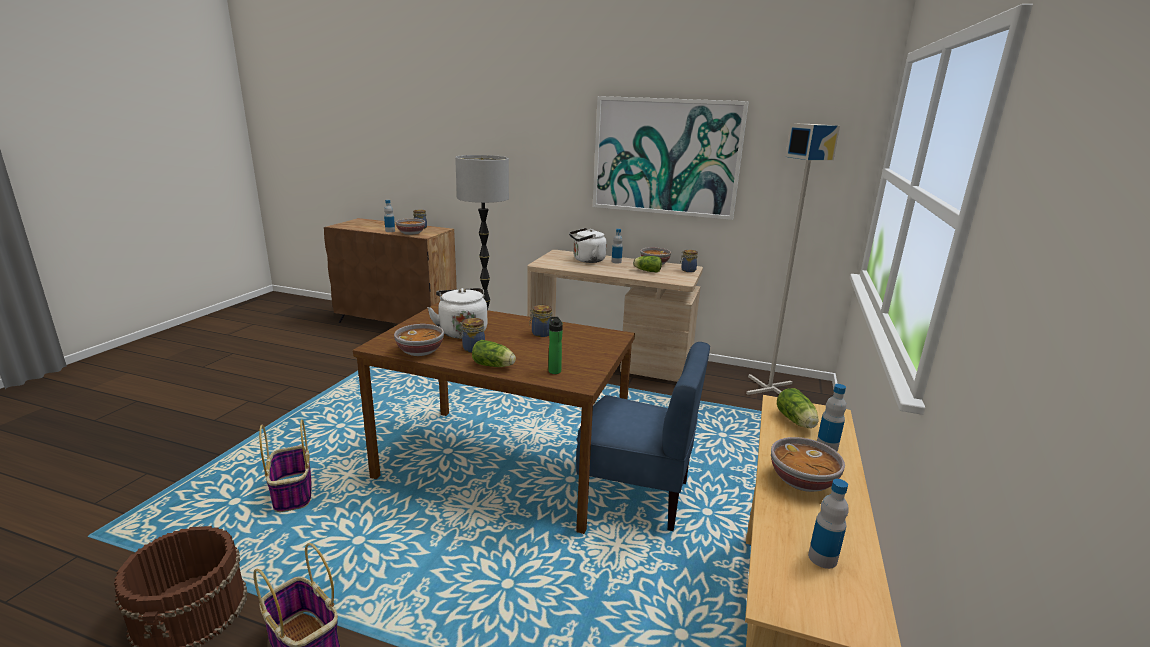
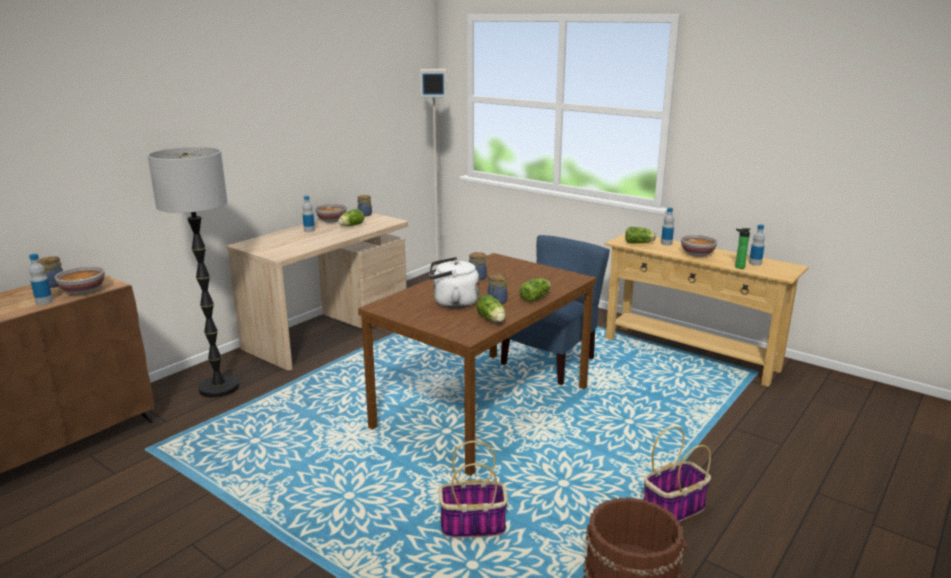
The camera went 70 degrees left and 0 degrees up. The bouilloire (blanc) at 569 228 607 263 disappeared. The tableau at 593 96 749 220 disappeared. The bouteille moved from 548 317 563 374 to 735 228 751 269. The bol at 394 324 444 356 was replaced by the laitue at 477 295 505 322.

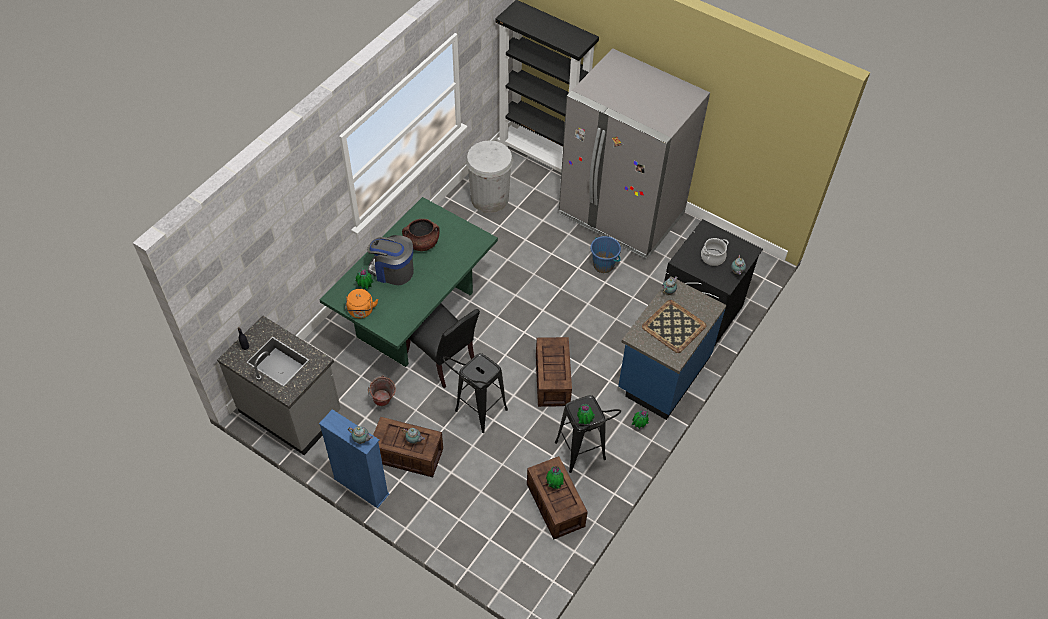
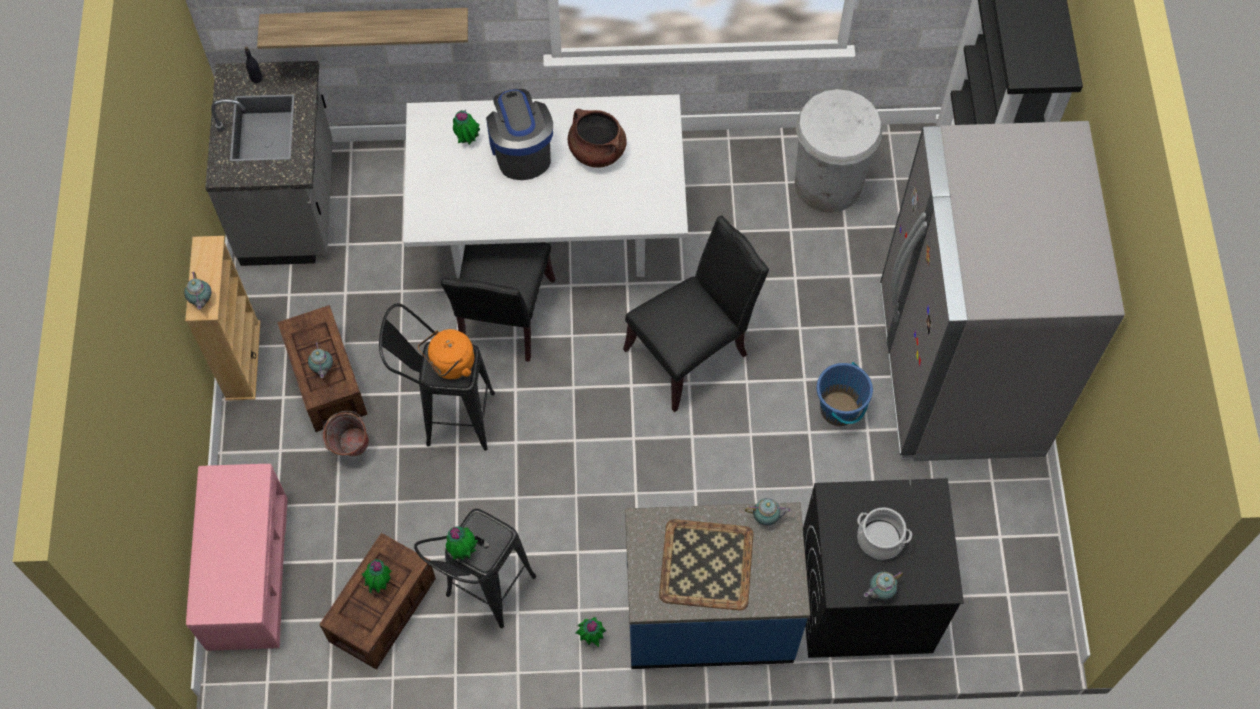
The camera went 55 degrees right and 10 degrees up. The caisse at 536 337 572 407 disappeared. The banc (rose) at 186 464 288 651 appeared. The étagère at 257 8 468 49 appeared. The chaise (noir) at 623 216 769 412 appeared. The bouilloire (orange) moved from 345 289 378 318 to 418 329 474 379. The seau moved from 368 376 396 406 to 321 411 369 456. The table à manger (vert) at 319 197 498 367 became the table à manger (blanc) at 403 94 688 278. The bibliothèque (bleu) at 319 409 390 508 became the bibliothèque (beige) at 185 236 261 401.

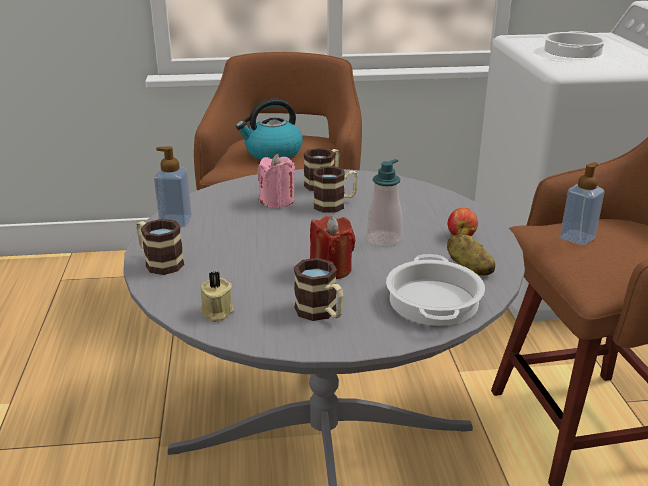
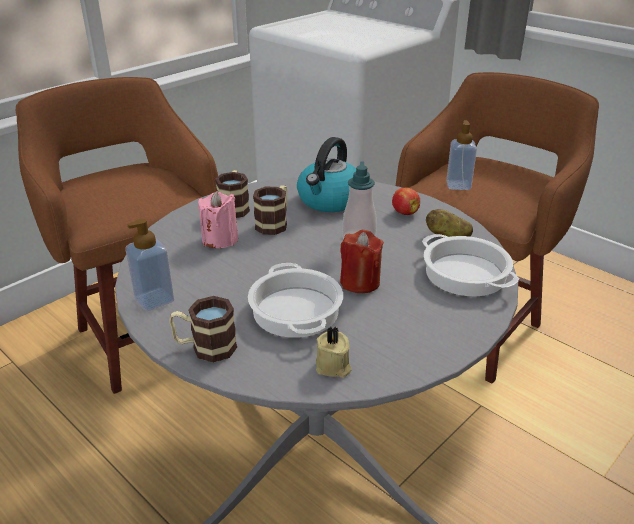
The camera went 40 degrees left and 5 degrees up. The mug at 294 258 343 321 disappeared. The bouilloire moved from 236 98 303 160 to 297 137 356 212. The marmite moved from 543 31 607 58 to 248 263 343 338.

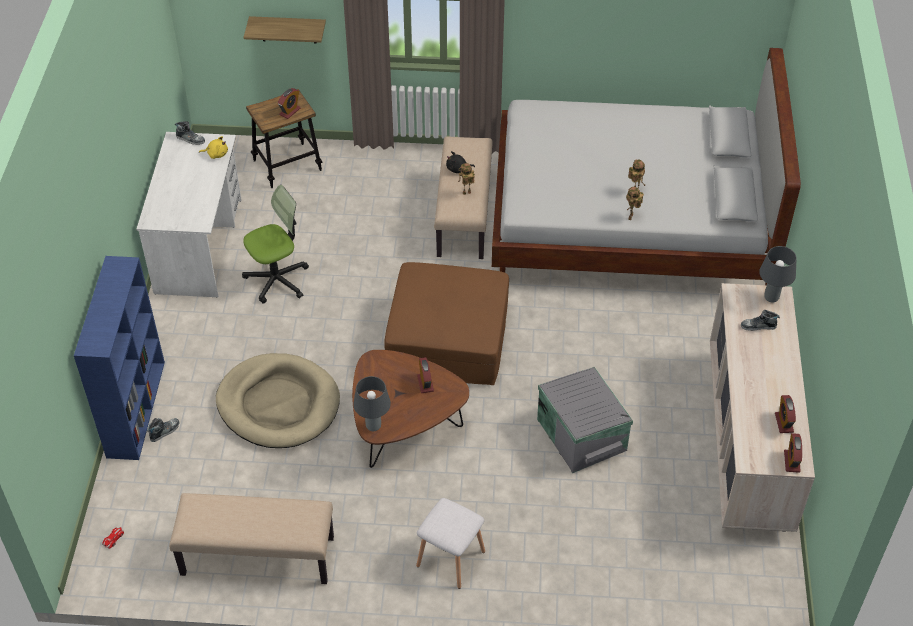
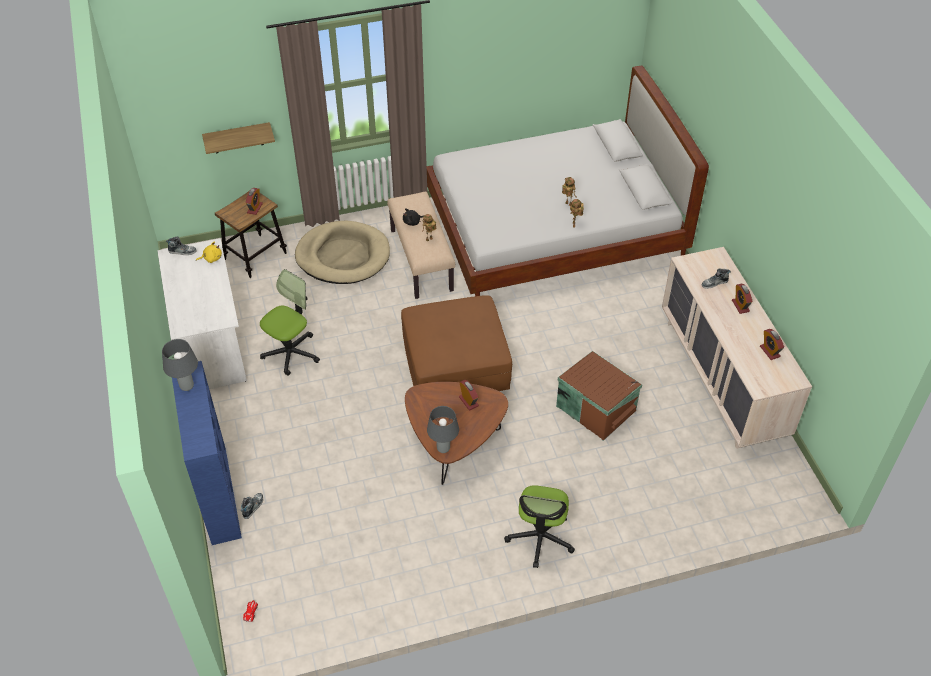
The camera went 20 degrees left and 0 degrees up. The banc (beige) at 169 493 334 584 disappeared. The panier pour chien (beige) moved from 216 353 340 448 to 295 220 390 284. The lampe de table (gris) moved from 759 246 797 303 to 162 339 198 391. The réveil moved from 784 433 802 473 to 732 284 752 314. The tabouret (blanc) at 416 498 485 589 was replaced by the chaise de bureau at 504 485 575 568. The boîte de rangement (gris) at 537 367 633 473 became the boîte de rangement (marron) at 556 351 642 441.

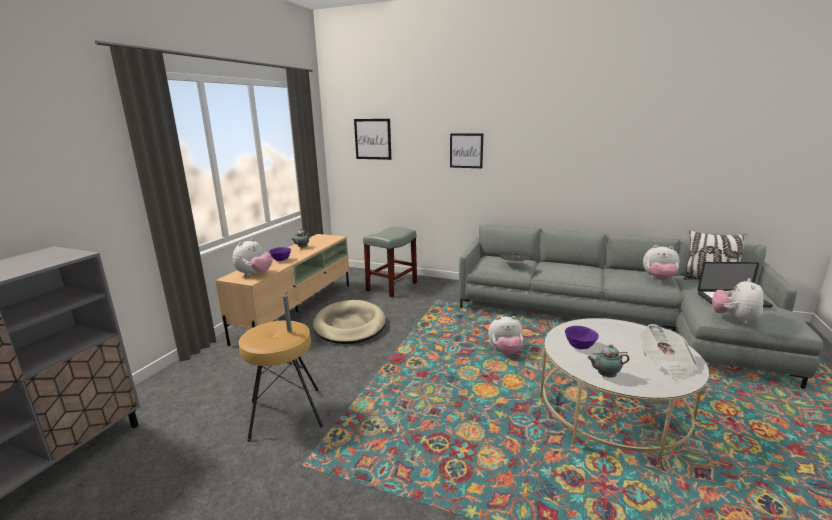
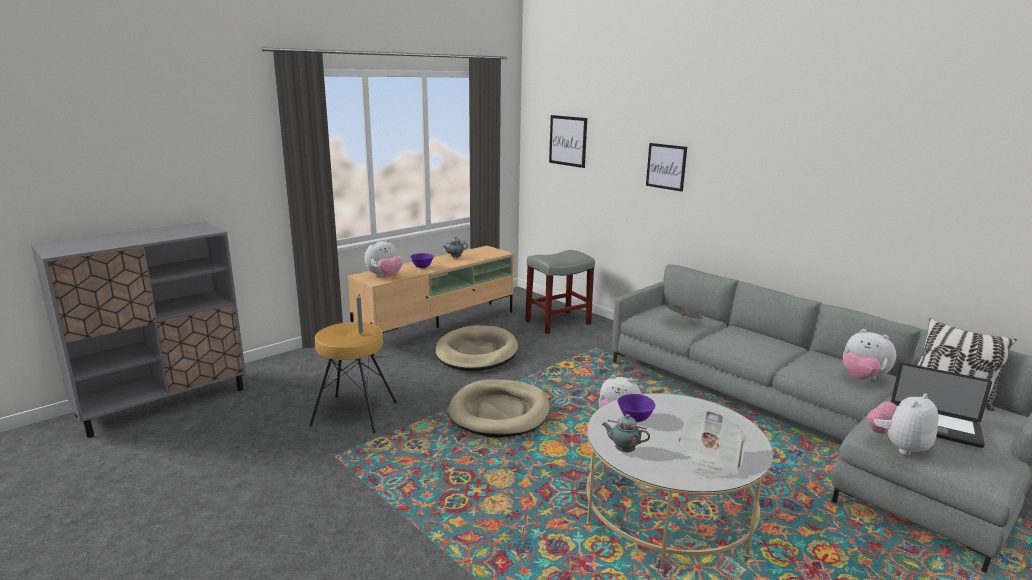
The camera went 25 degrees right and 0 degrees up. The panier pour chien (beige) at 448 380 550 438 appeared.

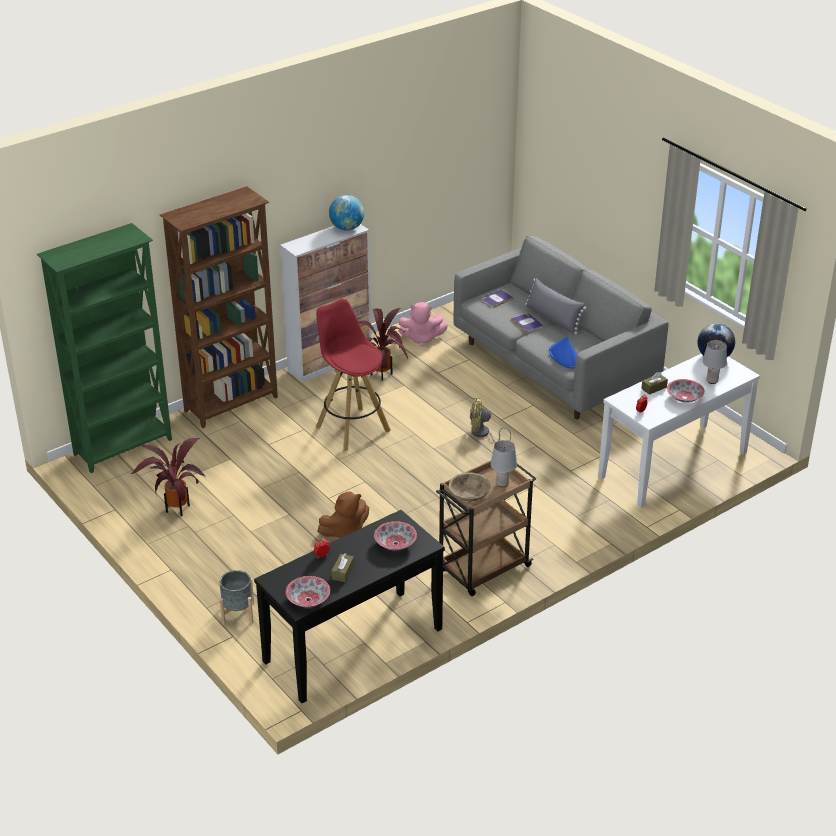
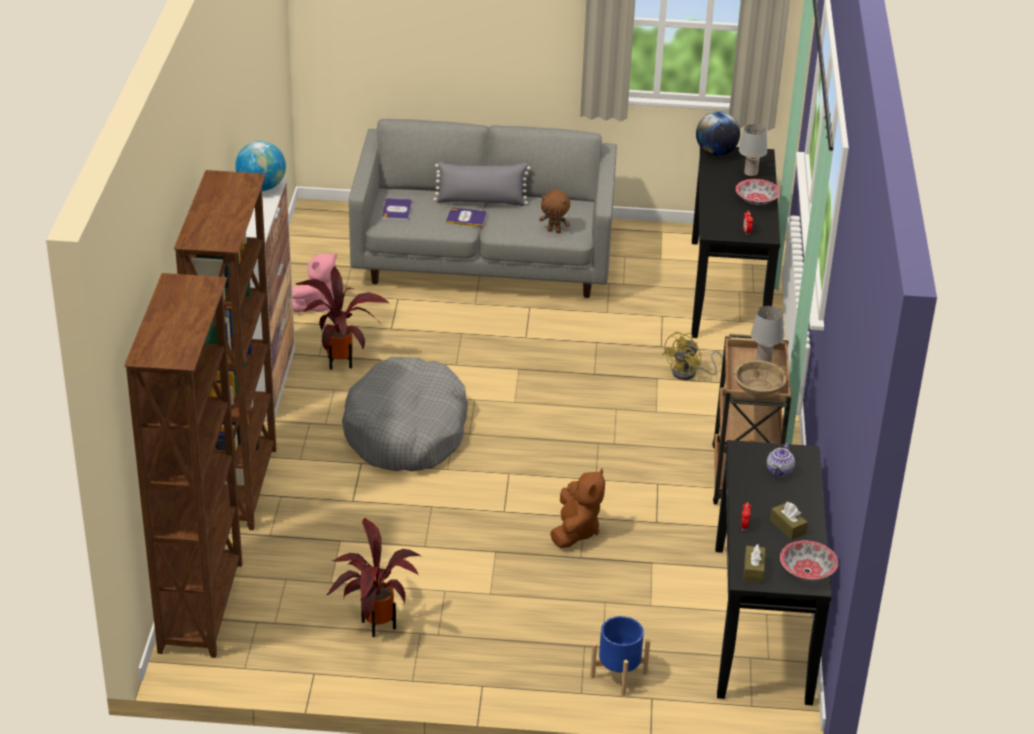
The camera went 50 degrees left and 0 degrees up. The ventilateur (jaune) moved from 470 398 511 443 to 662 331 723 380. The boîte à mouchoirs (marron) moved from 641 372 668 395 to 743 544 765 583. The tabouret (rouge) at 316 299 391 451 was replaced by the panier pour chien (gris) at 342 357 468 472. The bol at 374 521 417 550 was replaced by the théière at 767 443 795 477. The chapeau (bleu) at 549 337 577 369 was replaced by the peluche (marron) at 539 190 570 233. The bibliothèque (vert) at 37 223 172 473 became the bibliothèque (marron) at 124 273 242 658. The cache-pot (gris) at 220 570 254 625 became the cache-pot (bleu) at 590 616 650 696. The table console (blanc) at 598 354 760 508 became the table console (noir) at 691 147 780 338.

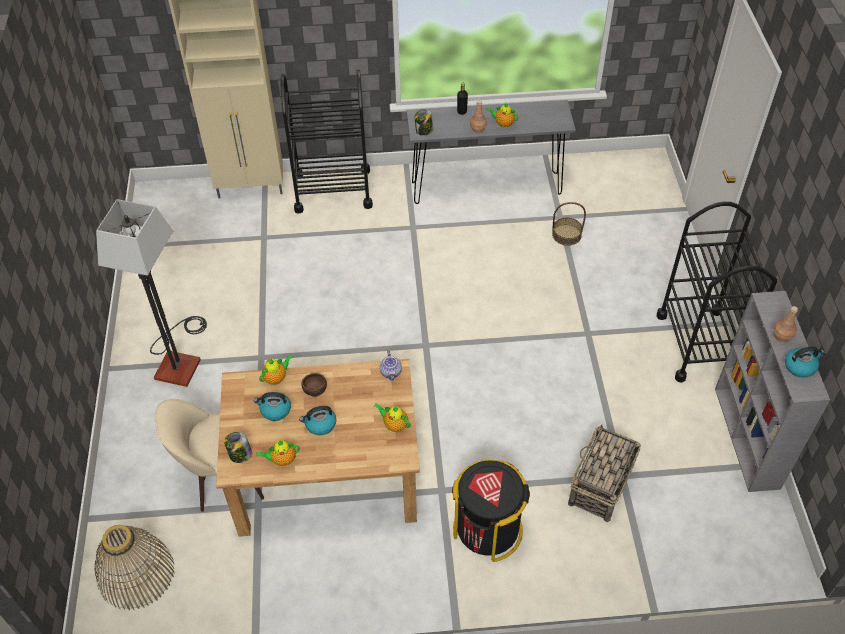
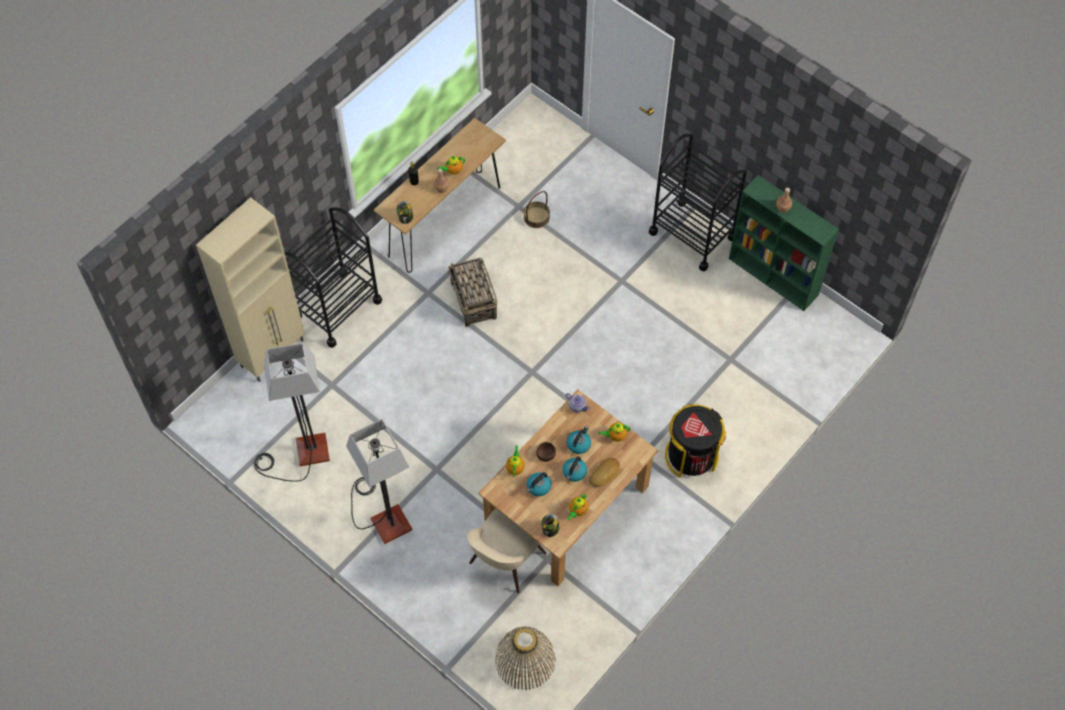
The camera went 45 degrees left and 10 degrees up. The lampadaire at 254 343 330 482 appeared. The pain at 589 458 620 487 appeared. The panier moved from 568 425 641 522 to 448 257 497 327. The bouilloire moved from 785 346 825 378 to 567 426 591 454. The table console (gris) at 407 100 576 204 became the table console (marron) at 374 118 506 273. The bibliothèque (gris) at 715 291 830 492 became the bibliothèque (vert) at 729 175 839 311.

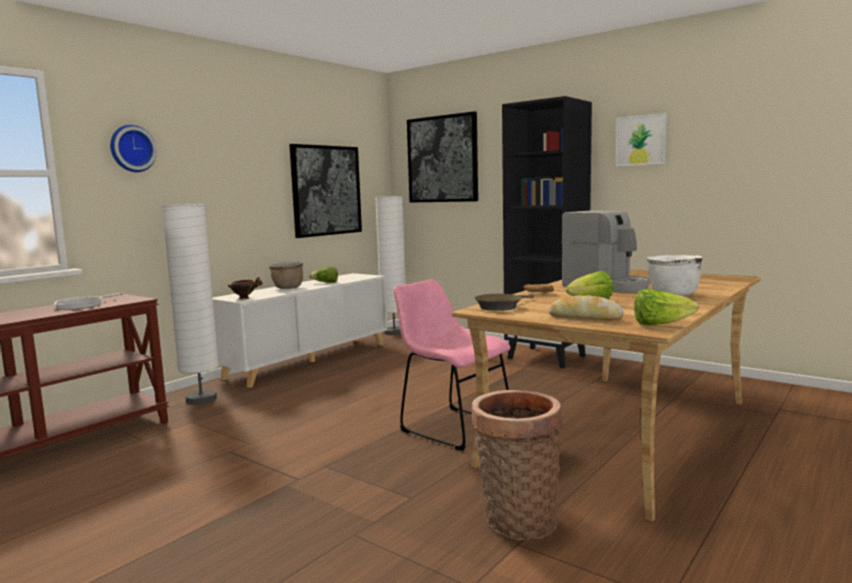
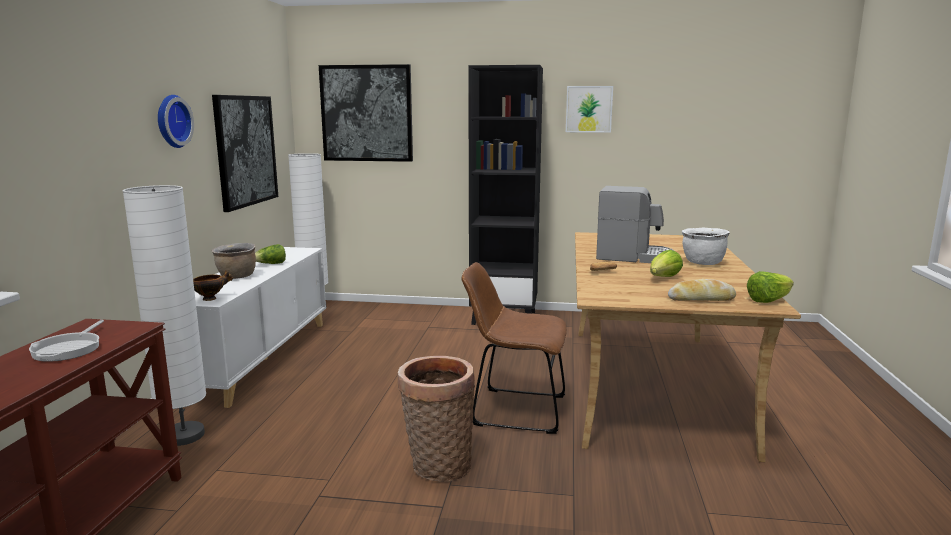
The camera went 30 degrees left and 5 degrees up. The poêle (marron) at 474 294 534 311 disappeared. The horloge murale moved from 110 125 157 172 to 158 95 194 148. The panier moved from 472 390 562 540 to 398 356 475 482. The chaise (rose) at 393 279 511 451 became the chaise (marron) at 461 262 567 434.

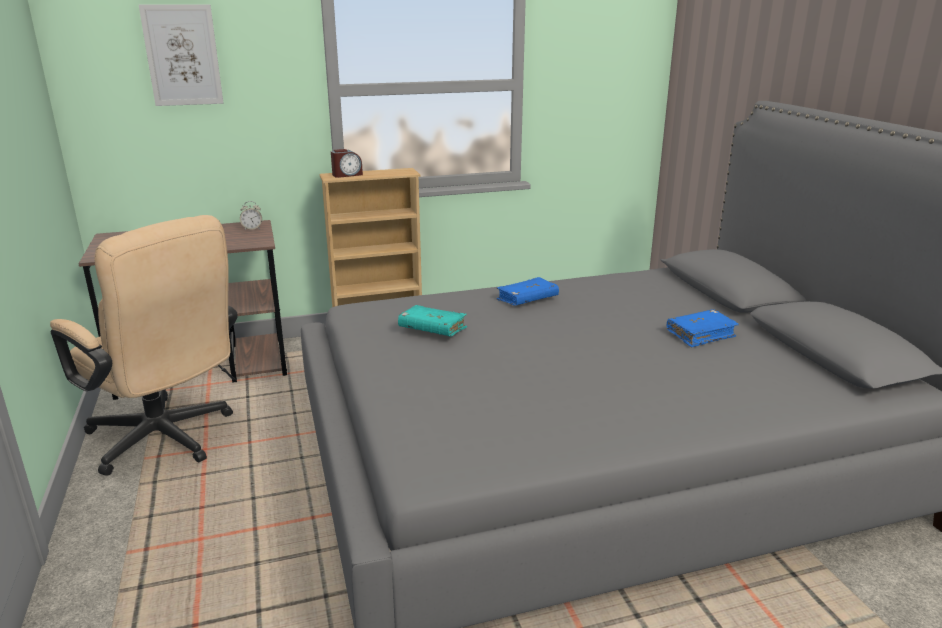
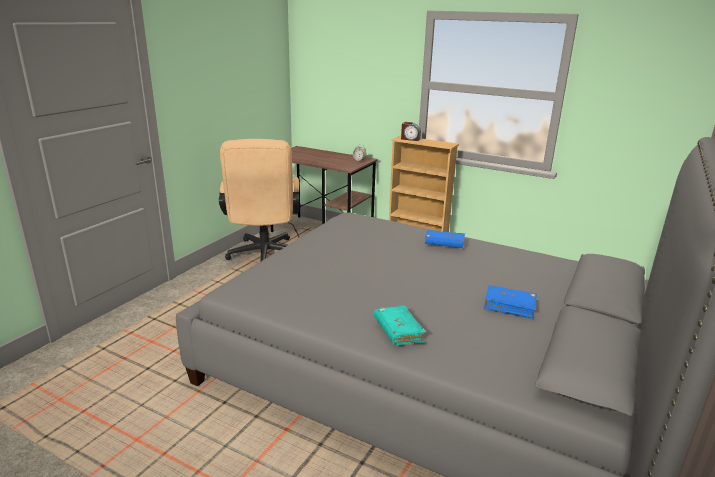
The camera went 45 degrees right and 0 degrees up. The tableau at 139 4 223 106 disappeared. The livre (turquoise) moved from 398 305 467 336 to 374 306 427 345.

